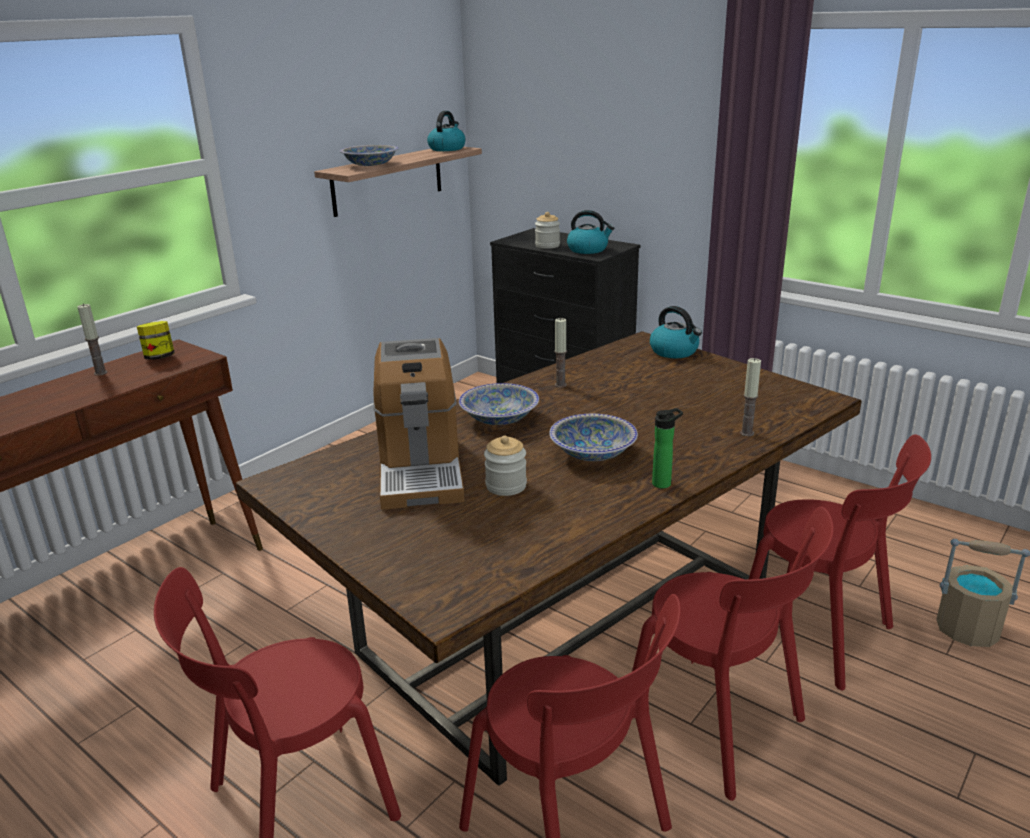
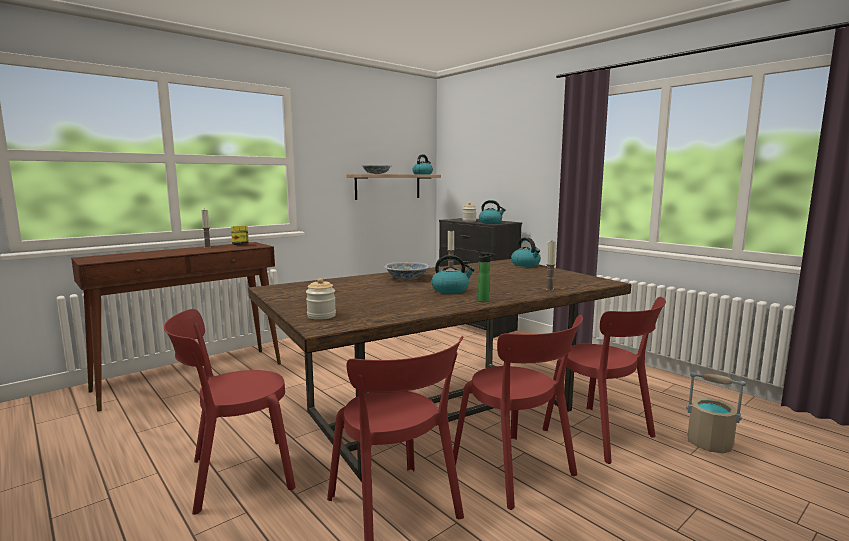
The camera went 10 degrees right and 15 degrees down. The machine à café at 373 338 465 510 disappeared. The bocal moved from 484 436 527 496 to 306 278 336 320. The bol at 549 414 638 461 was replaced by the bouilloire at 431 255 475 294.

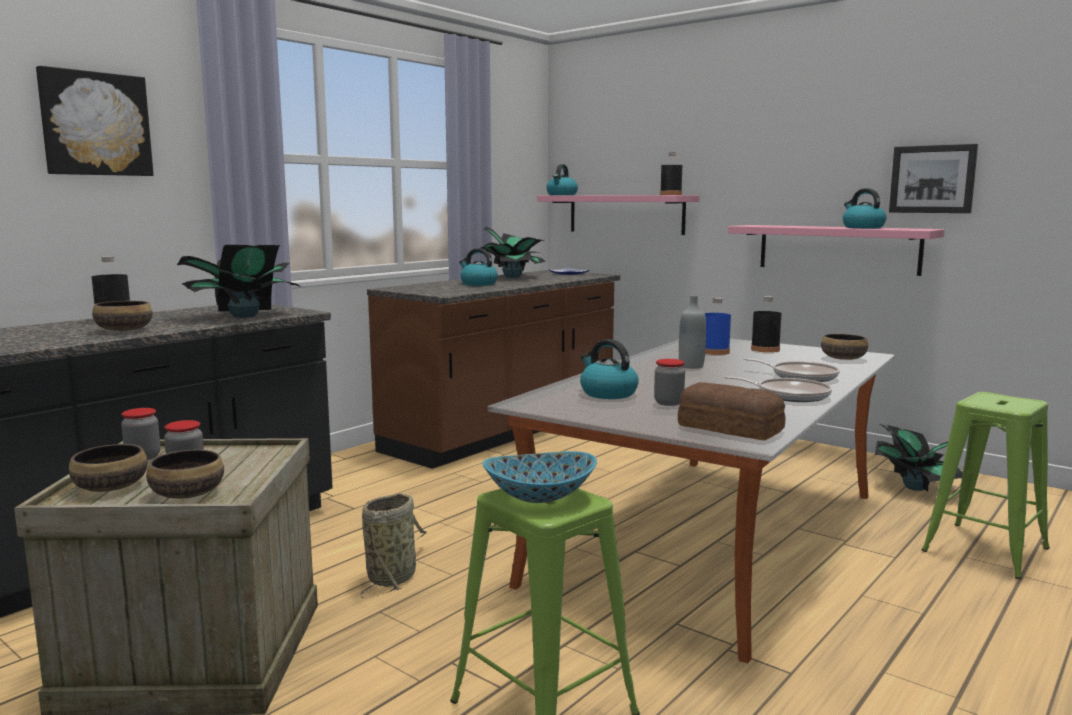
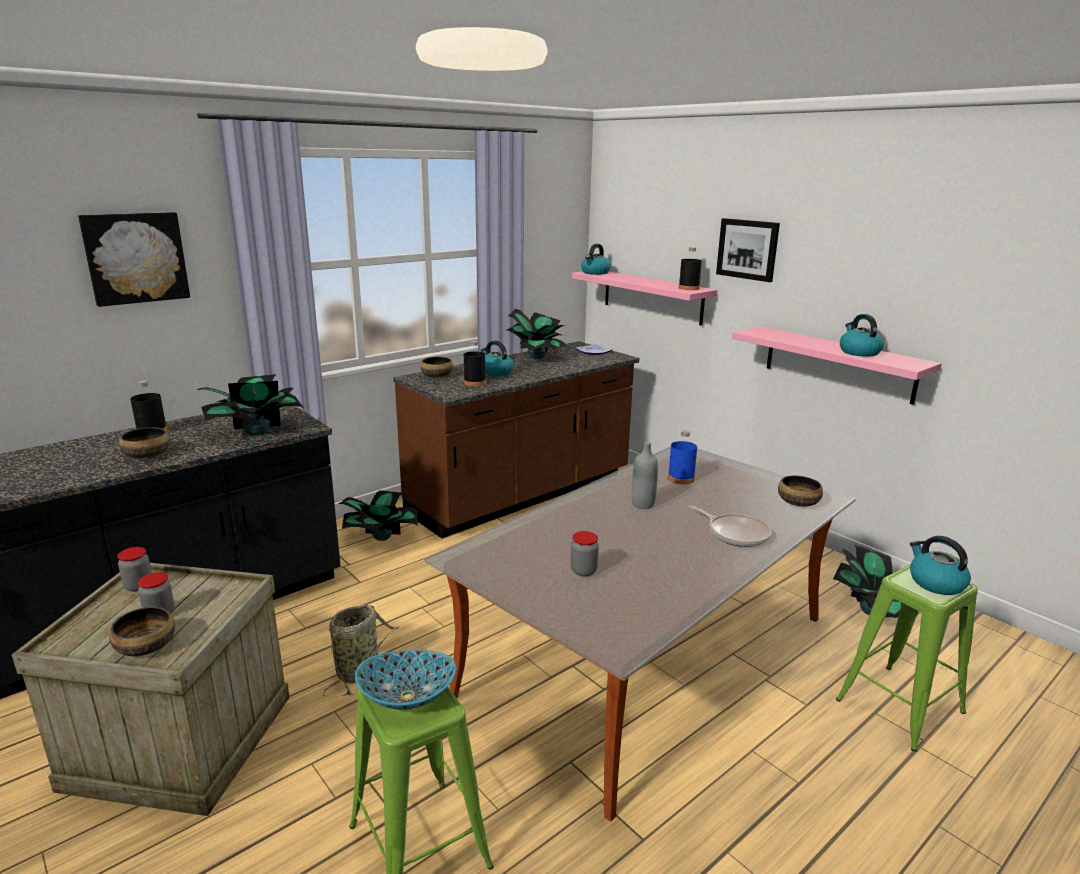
The camera went 10 degrees right and 10 degrees up. The pain at 678 382 786 440 disappeared. The poêle at 724 376 832 402 disappeared. The plante en pot at 339 490 417 541 appeared. The bol moved from 69 444 148 492 to 420 357 453 378. The bouilloire moved from 580 339 639 399 to 910 536 971 595. The bouteille (noir) moved from 751 296 782 353 to 464 341 486 386. The tableau moved from 889 144 978 213 to 716 218 780 282.

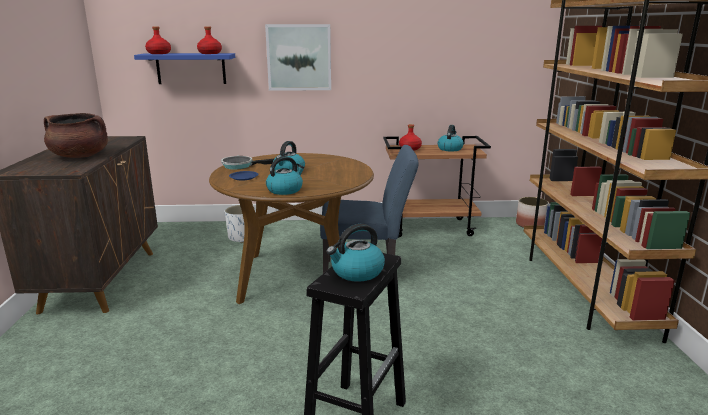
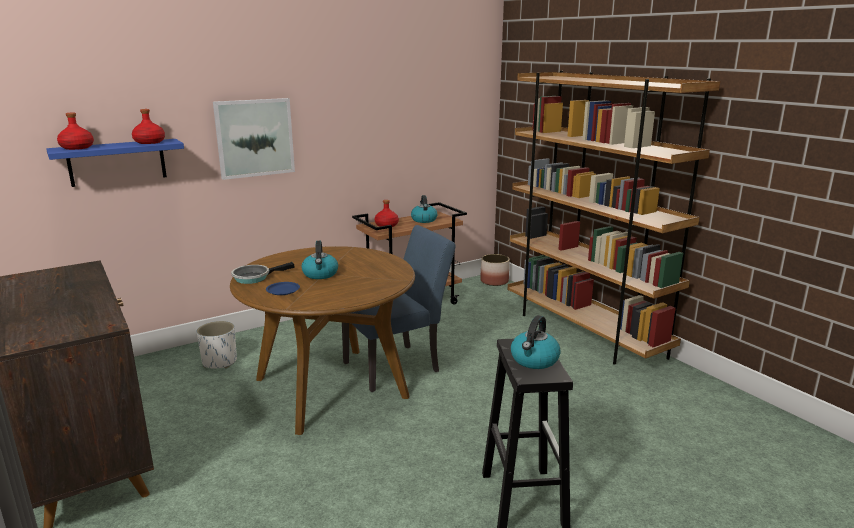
The camera went 30 degrees left and 0 degrees up. The marmite (marron) at 44 113 108 158 disappeared. The bouilloire at 266 156 305 195 disappeared.

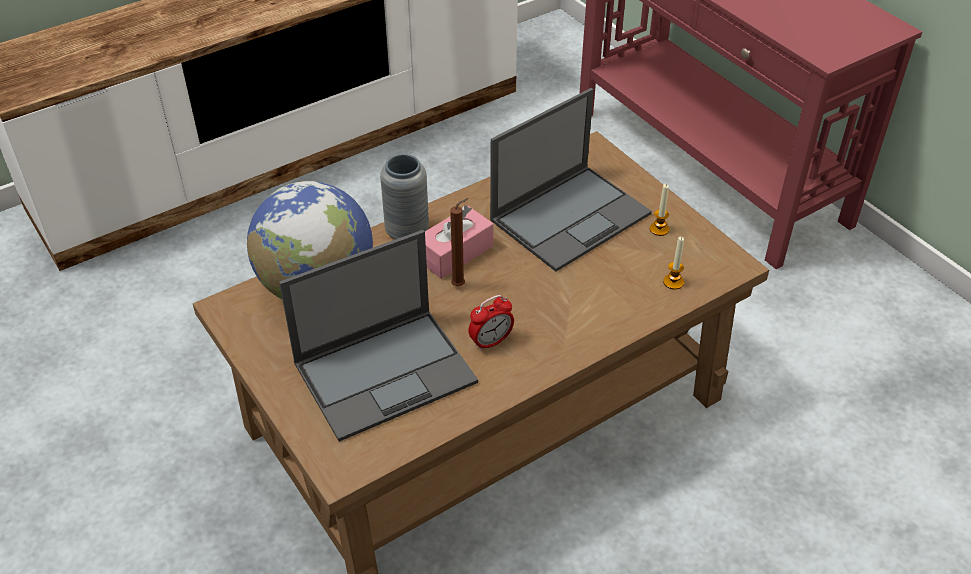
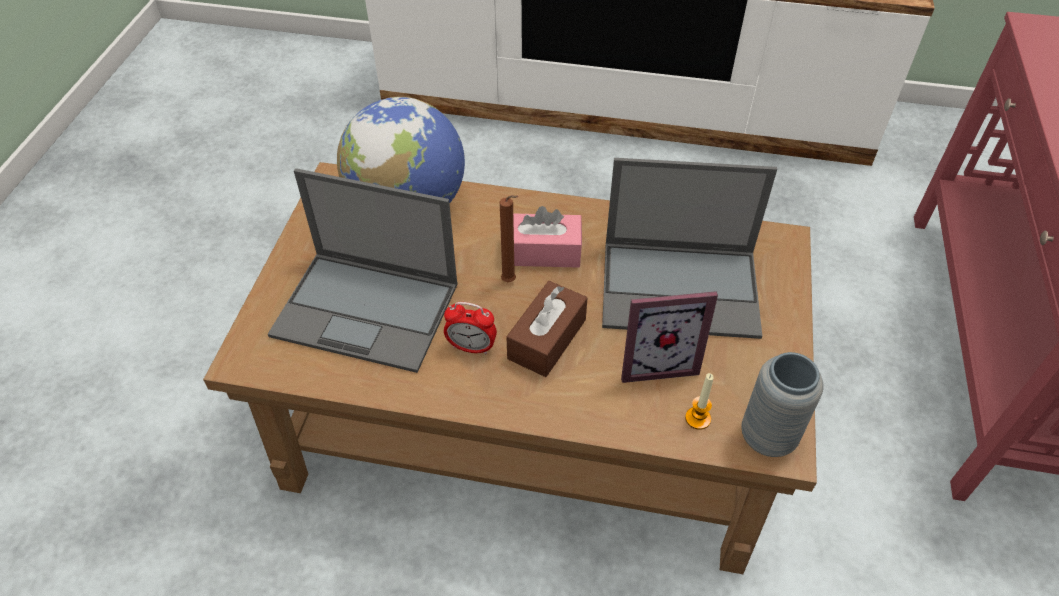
The camera went 45 degrees right and 5 degrees up. The bougie at 650 184 669 236 disappeared. The boîte à mouchoirs (marron) at 506 281 587 377 appeared. The cadre photo at 621 291 718 383 appeared. The vase (gris) moved from 380 154 429 240 to 741 352 823 457.

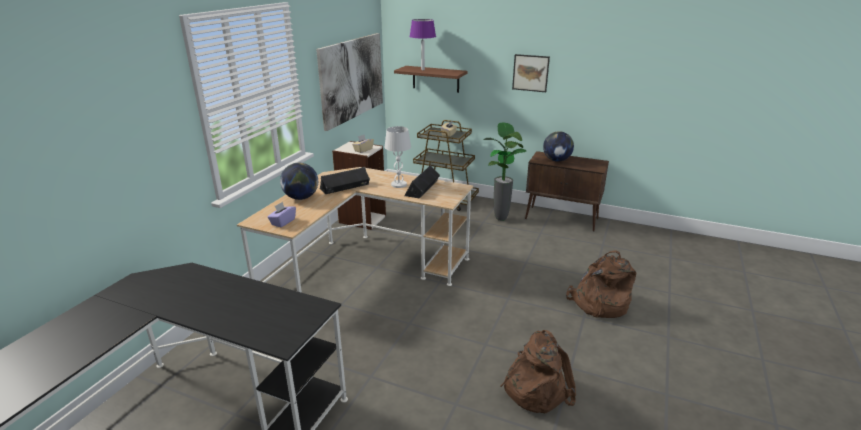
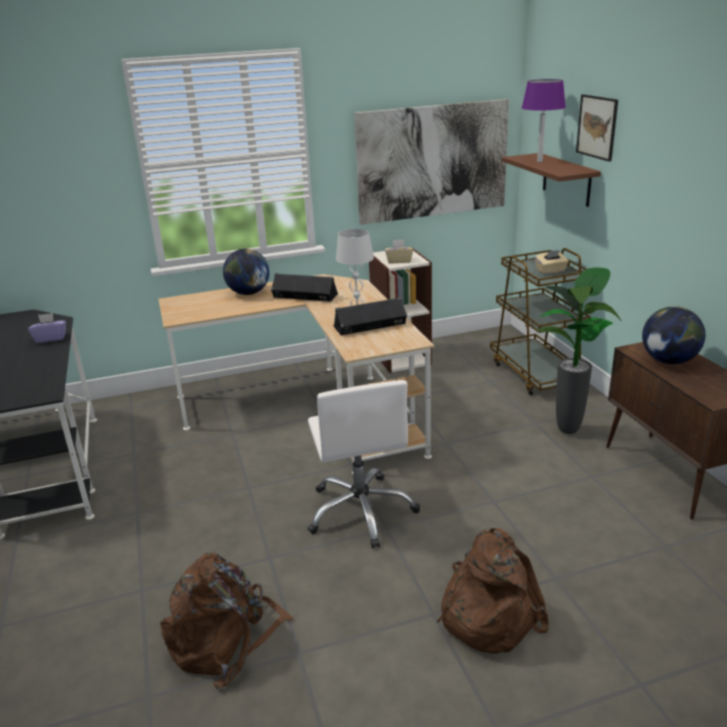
The camera went 50 degrees right and 0 degrees up. The chaise de bureau (blanc) at 307 380 420 548 appeared. The boîte à mouchoirs (violet) moved from 268 202 296 227 to 28 313 66 343. The tableau moved from 512 54 550 92 to 576 94 618 162.

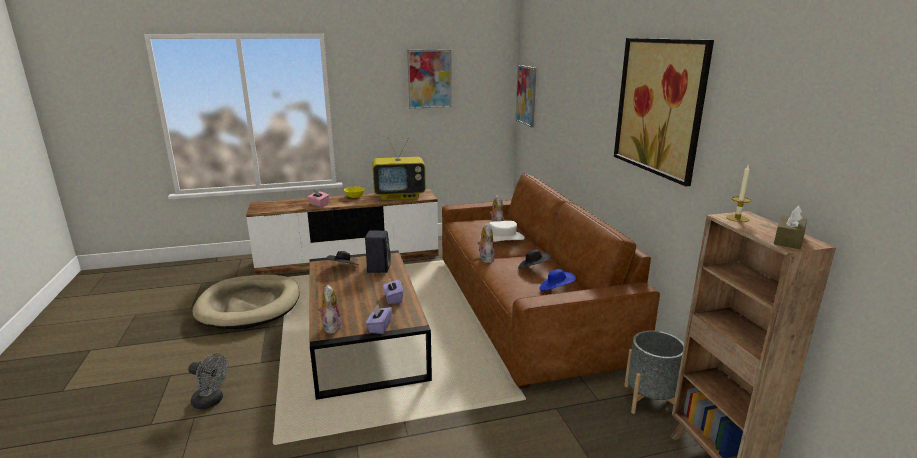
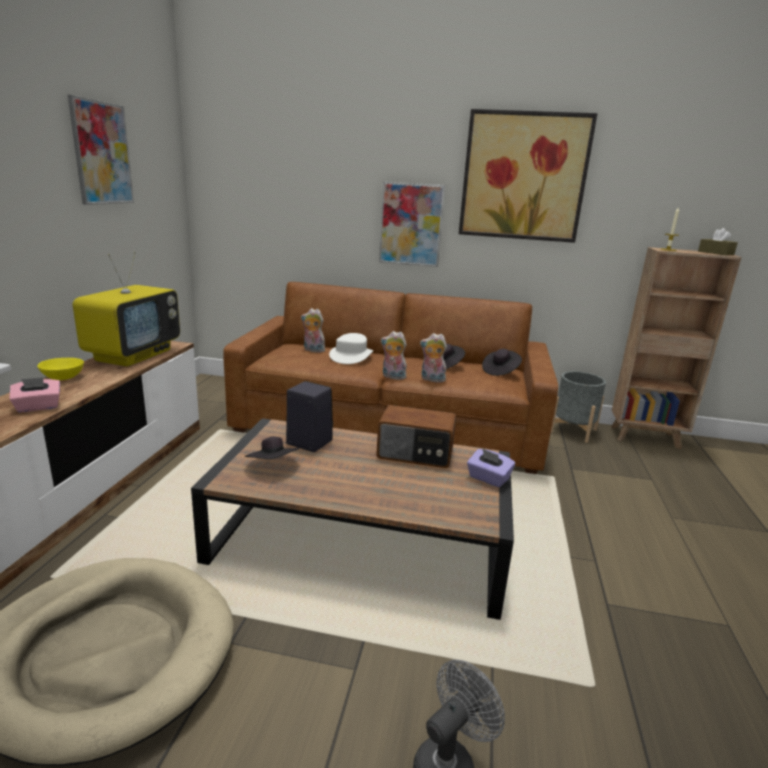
The camera went 65 degrees left and 0 degrees up. The peluche moved from 318 285 342 334 to 420 333 447 383. The tableau moved from 516 65 537 127 to 379 182 445 267. The boîte à mouchoirs (violet) at 383 278 403 304 was replaced by the radio at 376 405 456 468. The chapeau (bleu) at 539 269 576 291 became the chapeau (noir) at 482 349 522 376.

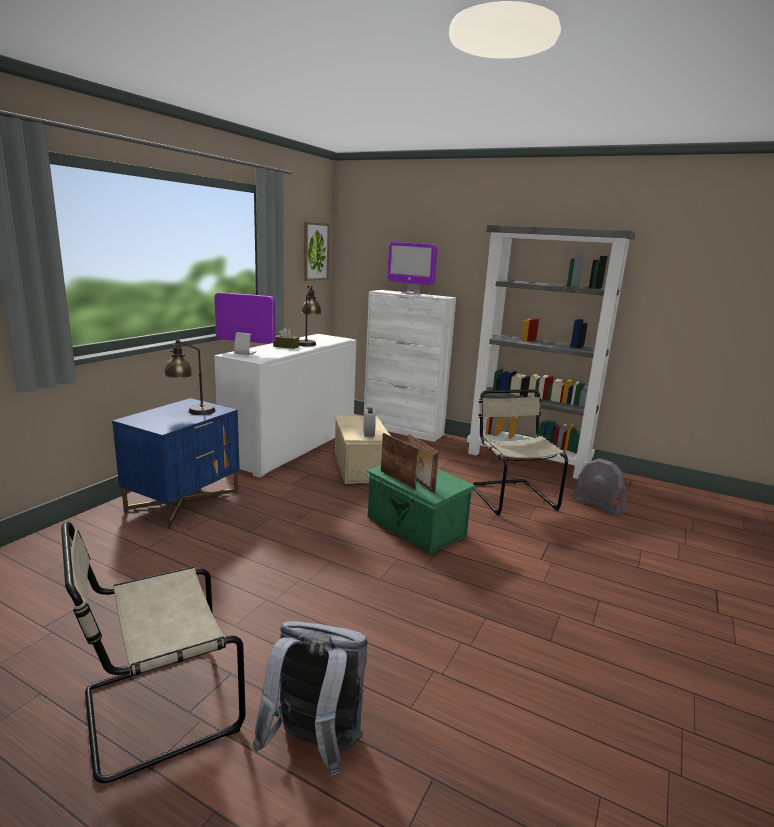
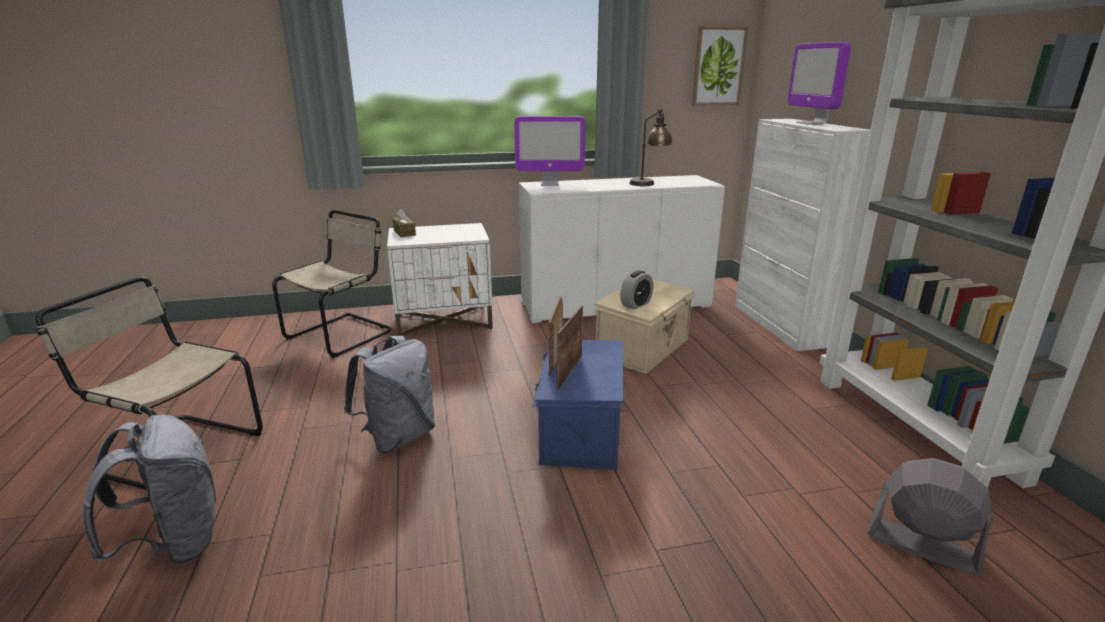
The camera went 50 degrees right and 5 degrees up. The lampe de table at 164 340 216 415 disappeared. The sac à dos (gris) at 344 336 436 453 appeared. The boîte à mouchoirs (marron) moved from 273 327 299 349 to 393 209 416 237. The chaise (beige) moved from 472 389 568 515 to 272 210 391 358. The table de chevet (bleu) at 112 398 240 529 became the table de chevet (blanc) at 387 223 493 336. The boîte de rangement (vert) at 365 466 475 554 became the boîte de rangement (bleu) at 532 340 623 470. The écran d'ordinateur at 214 292 276 355 turned 120 degrees clockwise. The ventilateur (gris) at 572 458 626 516 turned 120 degrees clockwise.

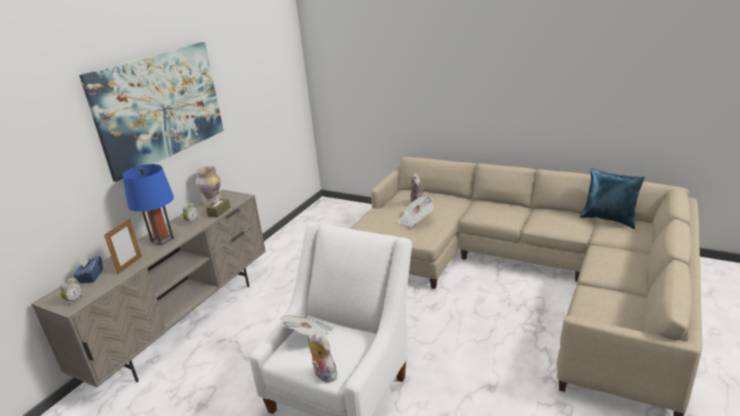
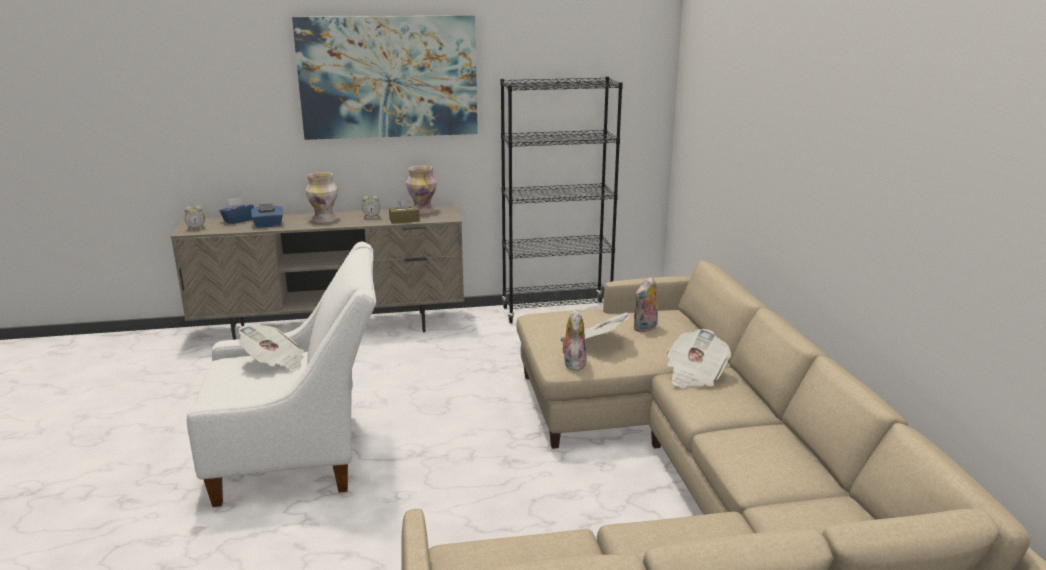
The camera went 50 degrees right and 5 degrees down. The coussin (bleu) at 580 168 645 229 disappeared. The bibliothèque (noir) at 500 77 623 323 appeared. The journal at 667 329 731 387 appeared. The peluche moved from 308 333 337 383 to 560 309 587 371. The cadre photo at 104 218 142 274 was replaced by the boîte à mouchoirs (bleu) at 251 203 283 228. The lampe de table (bleu) at 122 164 174 246 was replaced by the vase at 306 172 338 223.

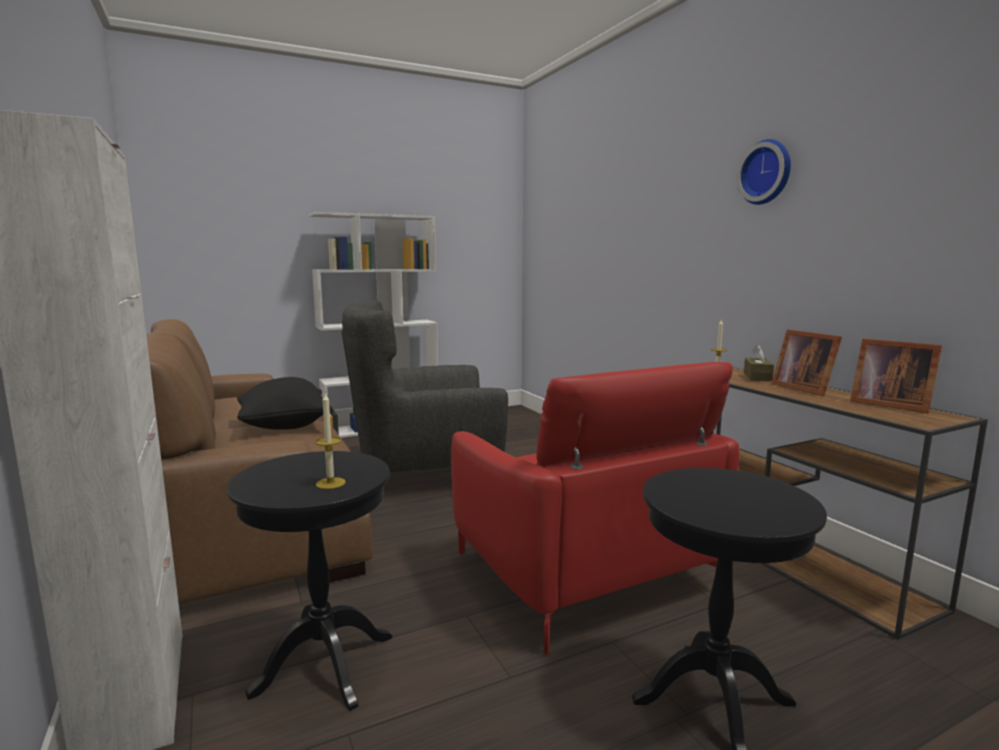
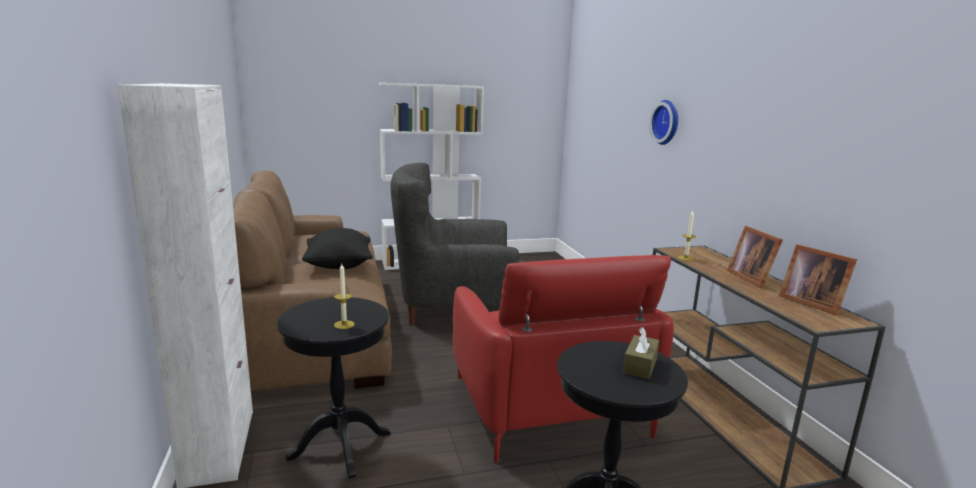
The camera went 10 degrees right and 5 degrees up. The horloge murale moved from 736 139 791 205 to 649 100 678 145. The boîte à mouchoirs (marron) moved from 744 345 774 382 to 623 327 659 379.

